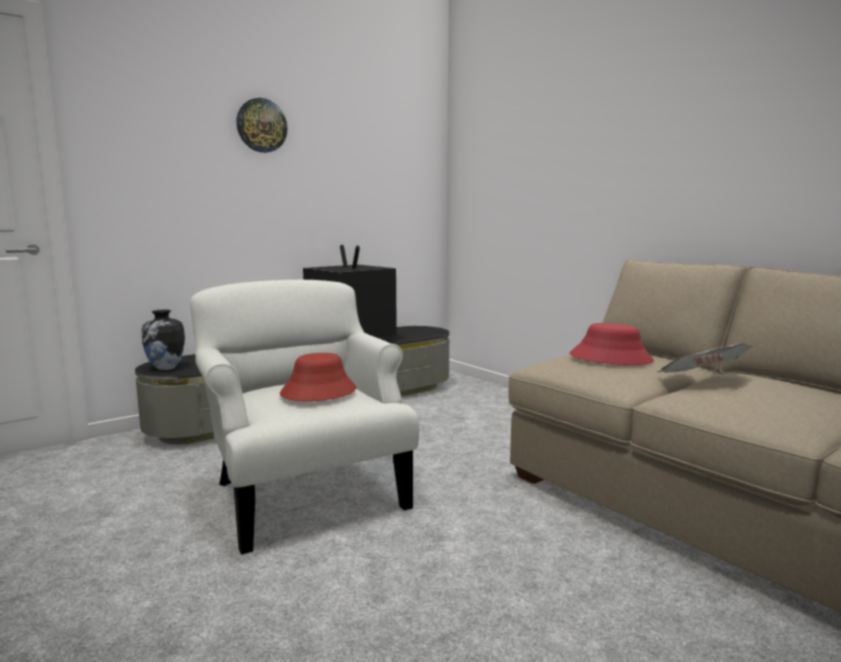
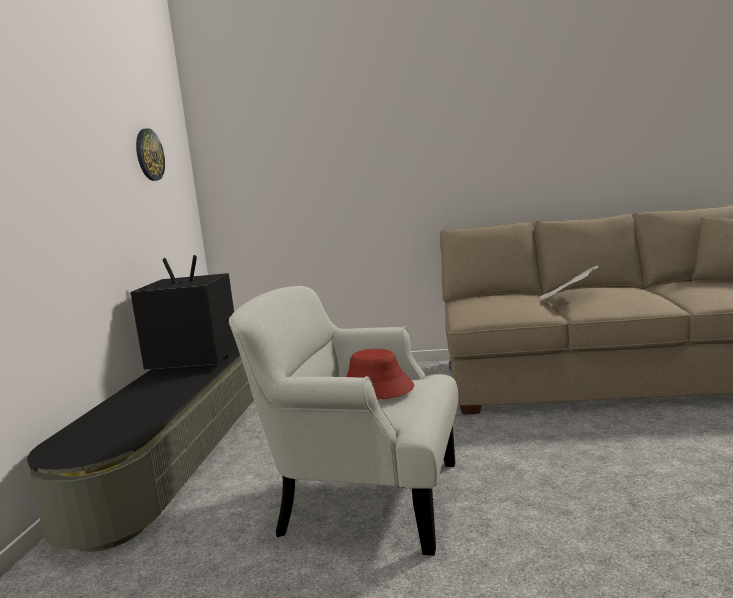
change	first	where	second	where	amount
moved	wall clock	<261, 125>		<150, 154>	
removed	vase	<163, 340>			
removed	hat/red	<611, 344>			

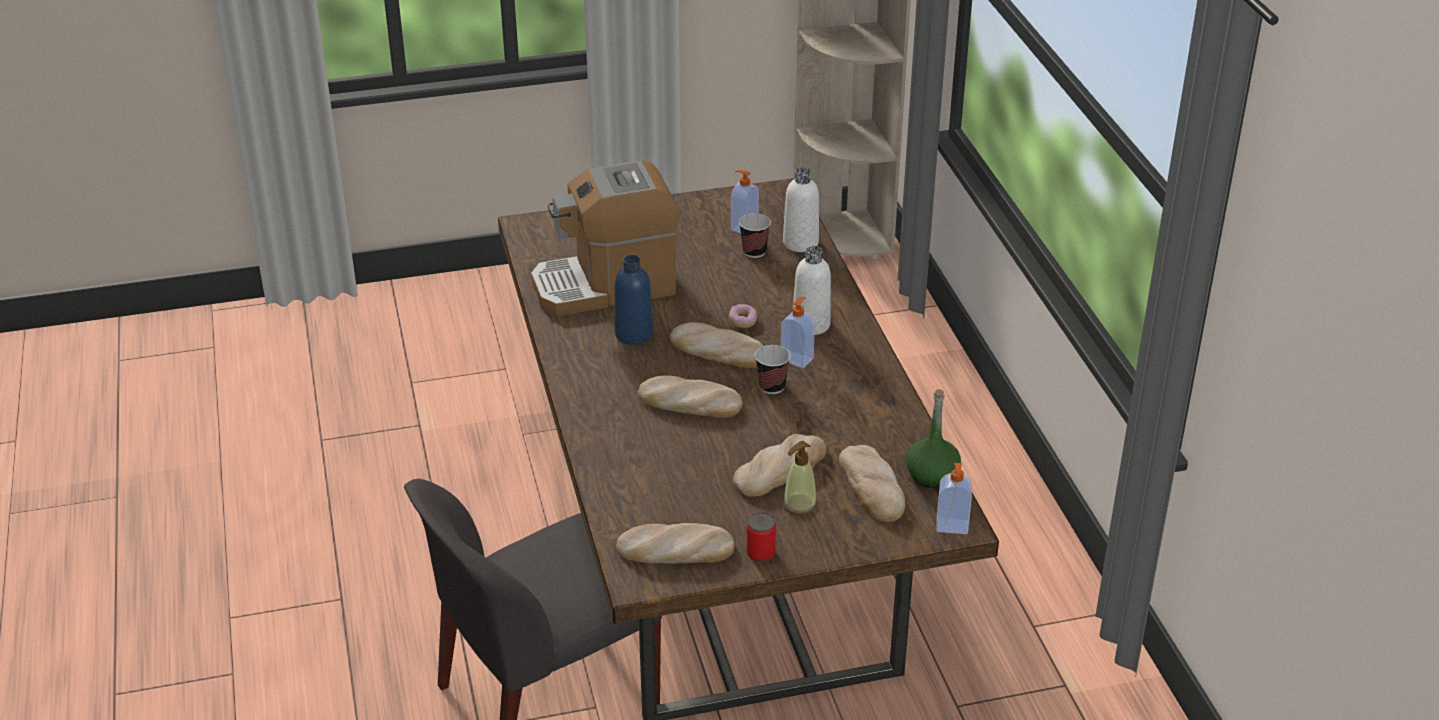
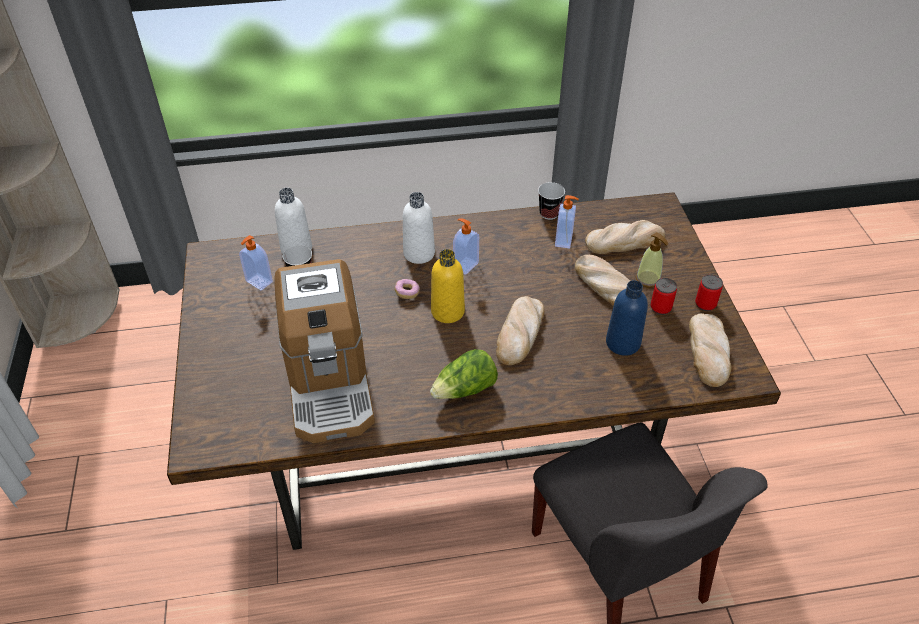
change	first	where	second	where	amount
added			lettuce	<464, 374>	
replaced	bread	<717, 345>	bottle/yellow	<448, 286>	
moved	cup	<773, 369>		<551, 201>	
moved	soap dispenser	<954, 498>		<567, 222>	
moved	bottle/blue	<634, 300>		<627, 318>	
added			can	<663, 296>	
removed	bottle/green	<933, 438>			

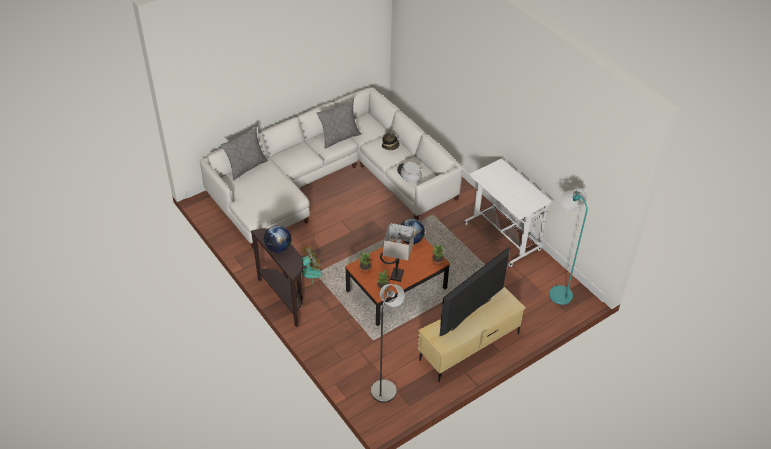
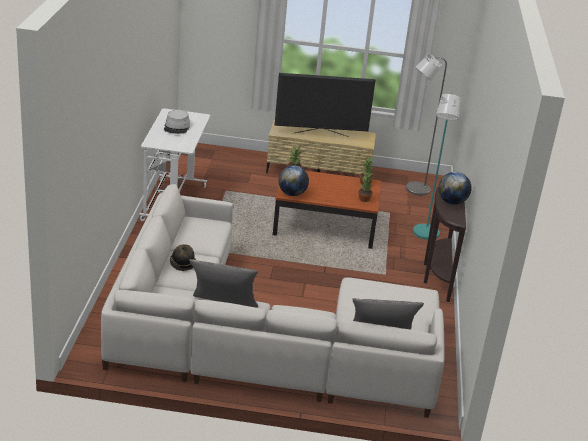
change	first	where	second	where	amount
moved	hat/grey	<409, 172>		<177, 121>	
moved	floor lamp/turquoise	<568, 247>		<436, 166>	
removed	fan	<309, 266>			
removed	table lamp	<397, 252>			

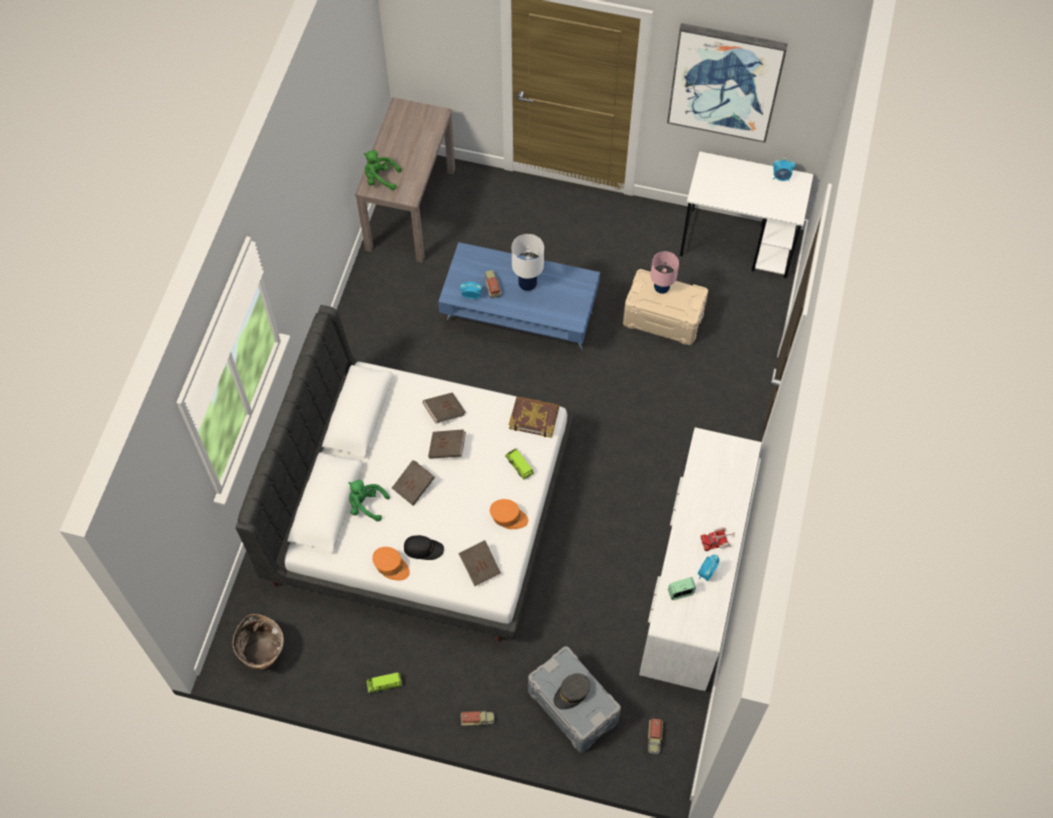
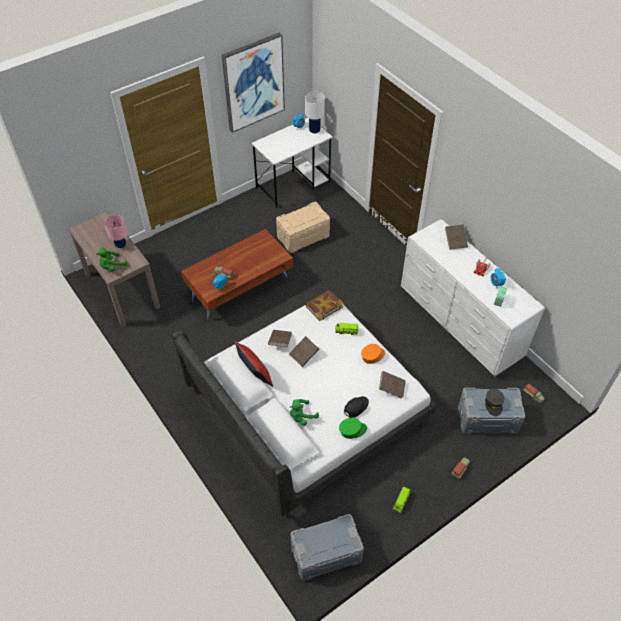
change	first	where	second	where	amount
moved	table lamp/pink	<664, 272>		<115, 231>	
recoloured	coffee table/blue	<519, 296>	coffee table/brown	<237, 275>	
added			pillow/red	<254, 363>	
replaced	basket	<258, 642>	storage box/grey	<327, 547>	
moved	table lamp/white	<528, 262>		<315, 112>	
recoloured	cap/orange	<391, 564>	cap/green	<353, 428>	
moved	book/brown	<413, 483>		<456, 237>	

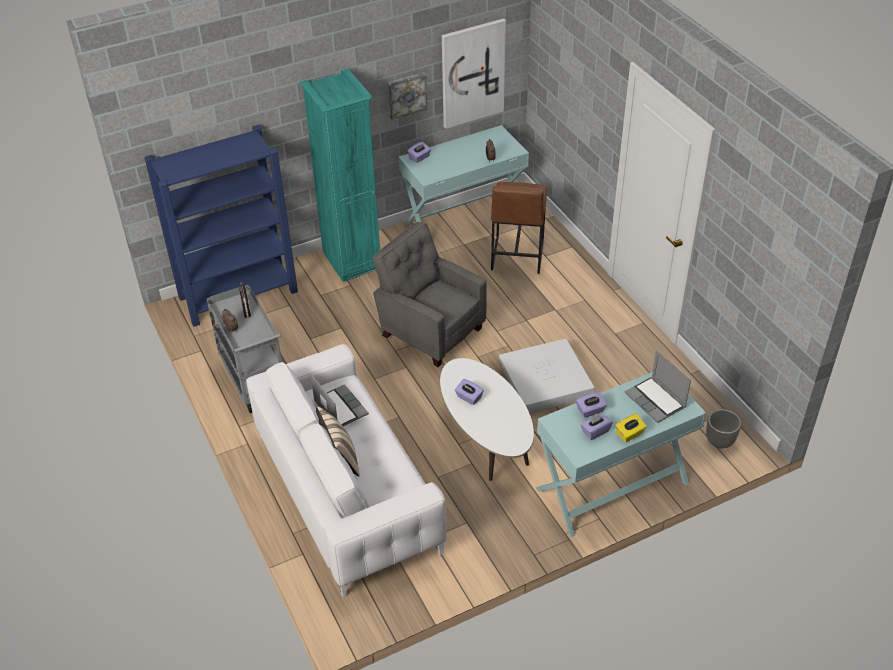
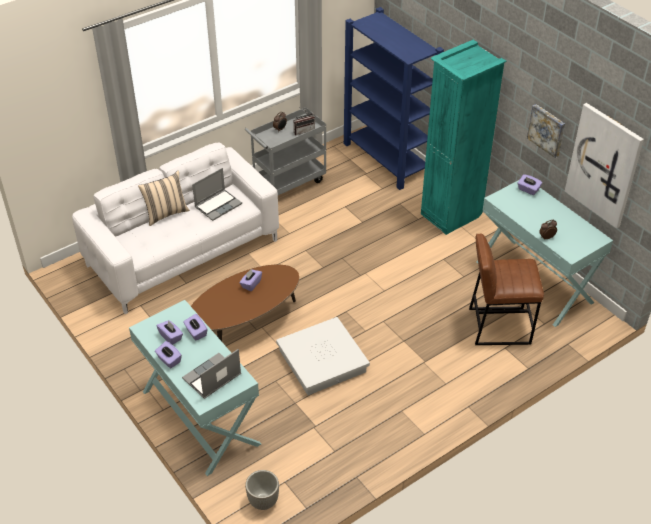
change	first	where	second	where	amount
recoloured	tissue box/yellow	<631, 428>	tissue box/purple	<168, 354>	
recoloured	coffee table/white	<487, 419>	coffee table/brown	<245, 303>	
removed	armchair/grey	<429, 294>			

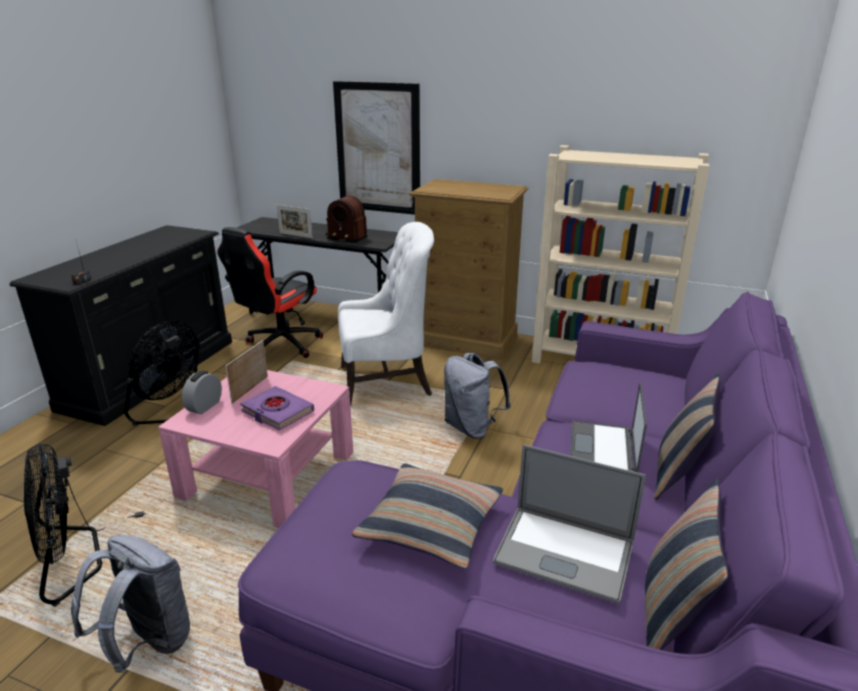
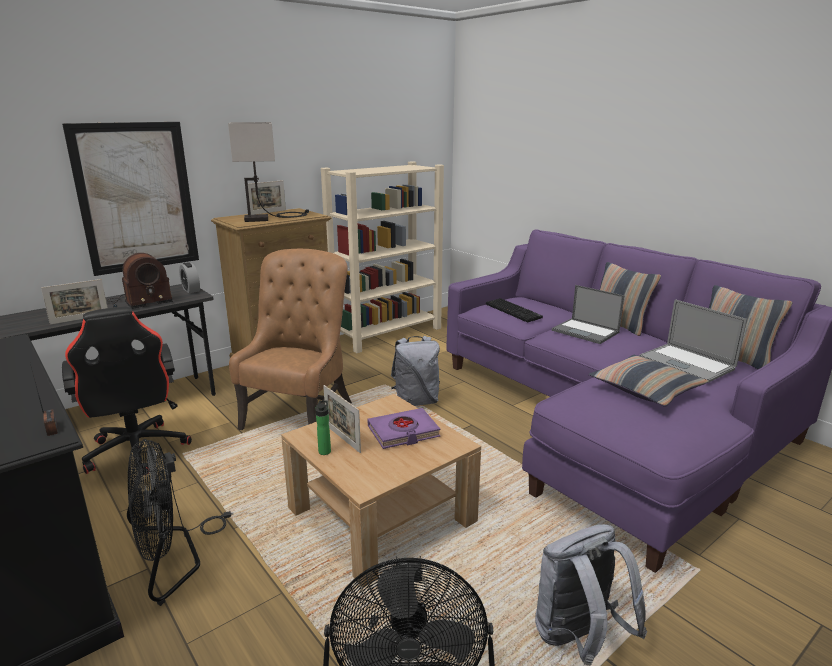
change	first	where	second	where	amount
moved	alarm clock	<202, 392>		<189, 277>	
added			table lamp	<268, 172>	
recoloured	chair/white	<386, 313>	chair/brown	<290, 339>	
added			picture frame	<267, 197>	
recoloured	coffee table/pink	<255, 449>	coffee table/brown	<381, 490>	
added			bottle	<323, 427>	
added			keyboard	<514, 310>	
turned	laptop	<569, 524>		<693, 341>	90 degrees clockwise

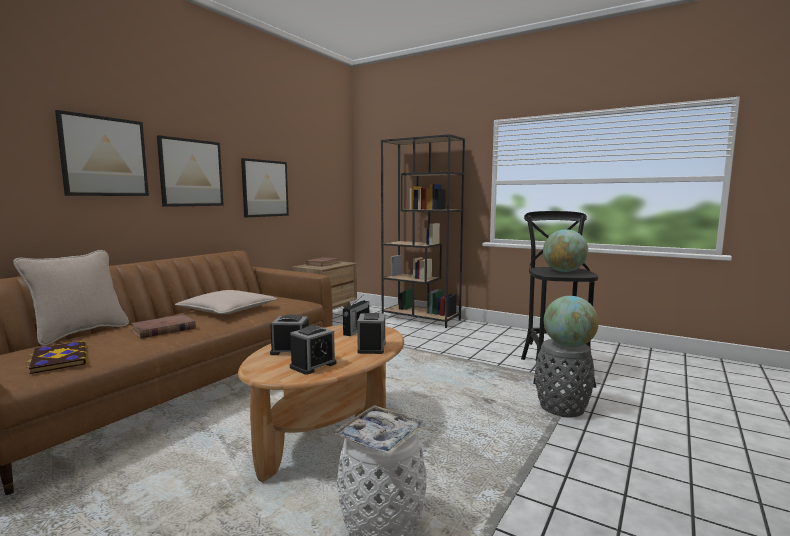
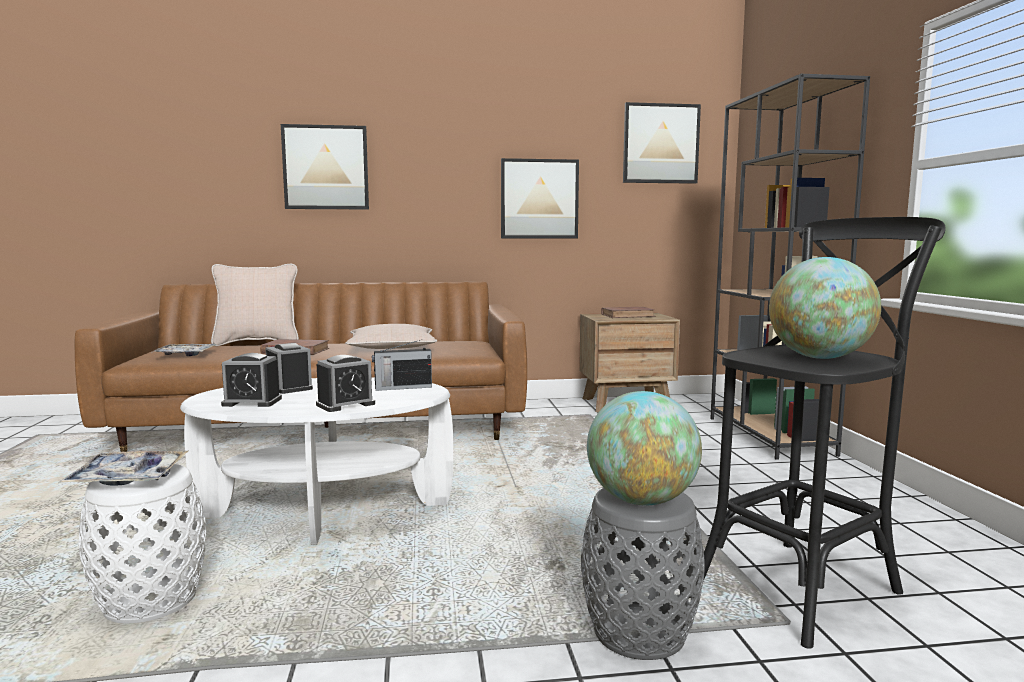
change	first	where	second	where	amount
replaced	book	<56, 357>	tray	<183, 350>	
recoloured	coffee table/brown	<321, 404>	coffee table/white	<316, 461>	
moved	picture	<190, 171>		<662, 143>	

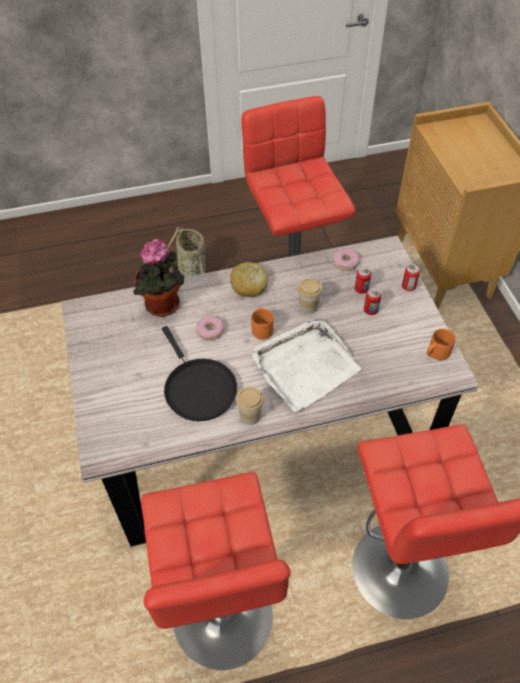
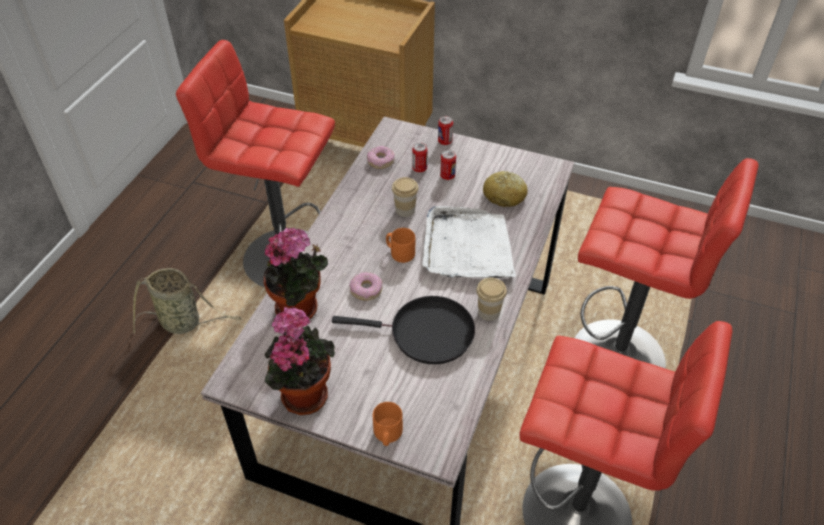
change	first	where	second	where	amount
added			potted plant	<300, 361>	
moved	mug/orange	<441, 344>		<388, 424>	
moved	bread	<249, 279>		<505, 189>	

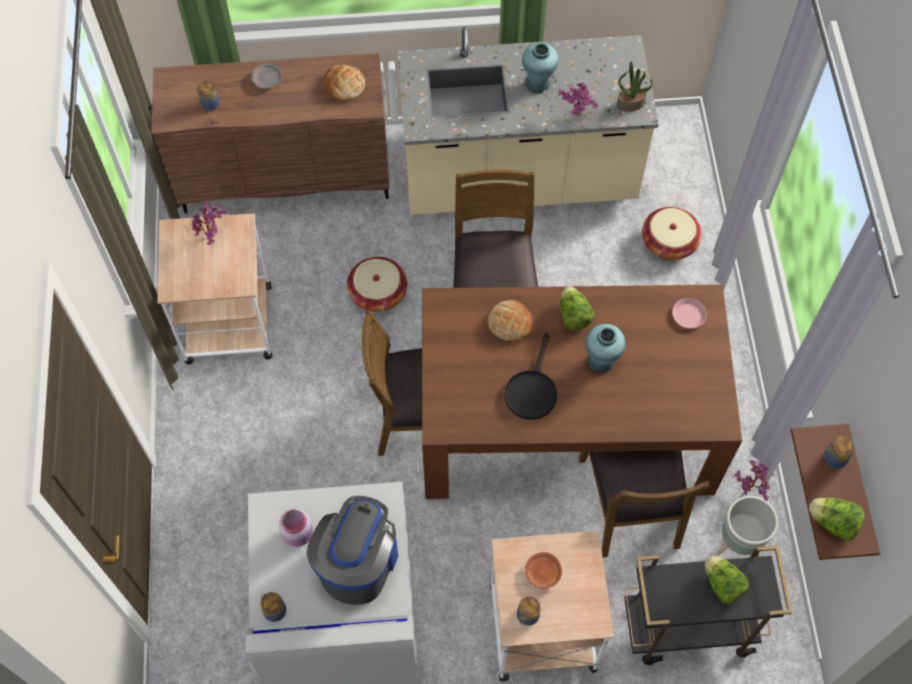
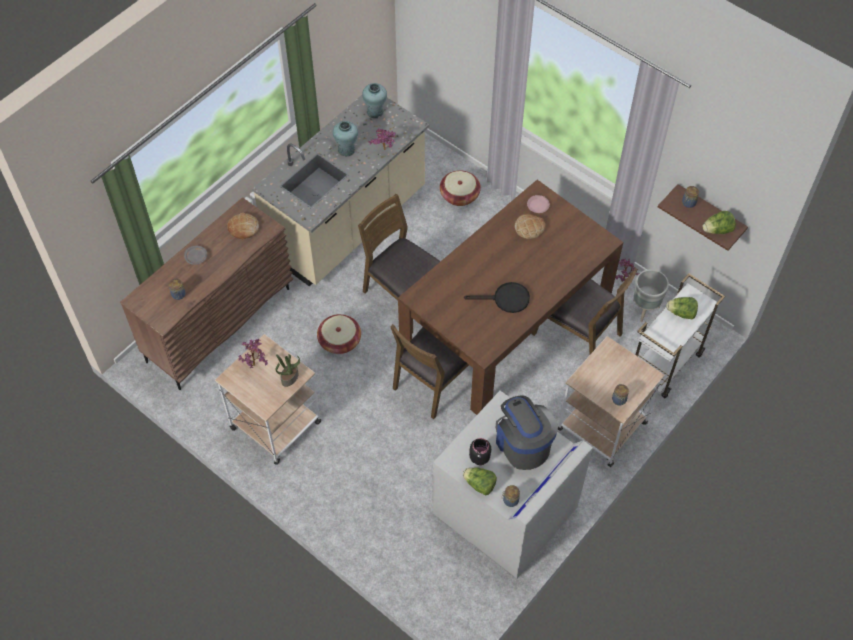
change	first	where	second	where	amount
moved	potted plant	<634, 86>		<287, 370>	
moved	vase/turquoise	<605, 348>		<374, 100>	
moved	lettuce	<577, 308>		<480, 481>	
turned	frying pan/black	<530, 376>		<497, 297>	60 degrees counterclockwise
recoloured	jar/pink	<296, 528>	jar/black	<480, 451>	
moved	bread	<510, 320>		<530, 226>	
recoloured	cart/black	<708, 605>	cart/white	<680, 335>	
removed	plate/brown	<543, 570>			

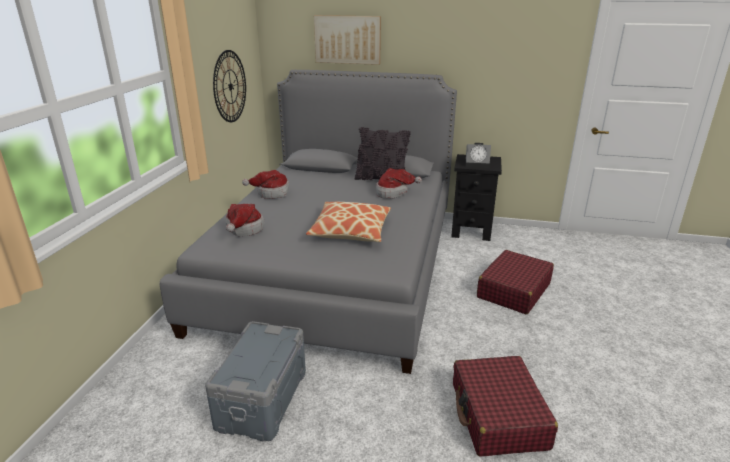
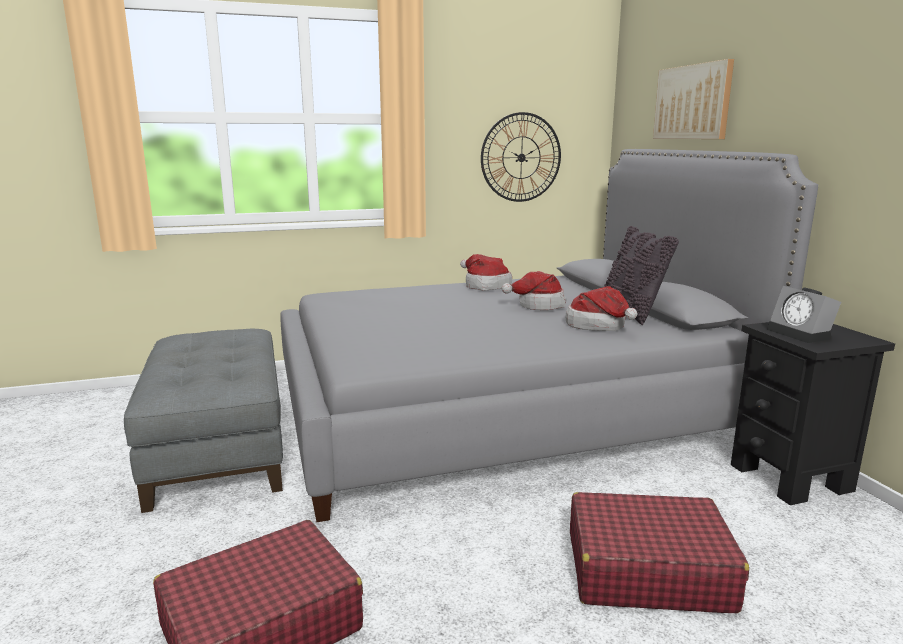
change	first	where	second	where	amount
replaced	storage box/grey	<255, 381>	ottoman/grey	<203, 421>	
moved	hat	<245, 220>		<534, 290>	
removed	pillow	<348, 222>			

